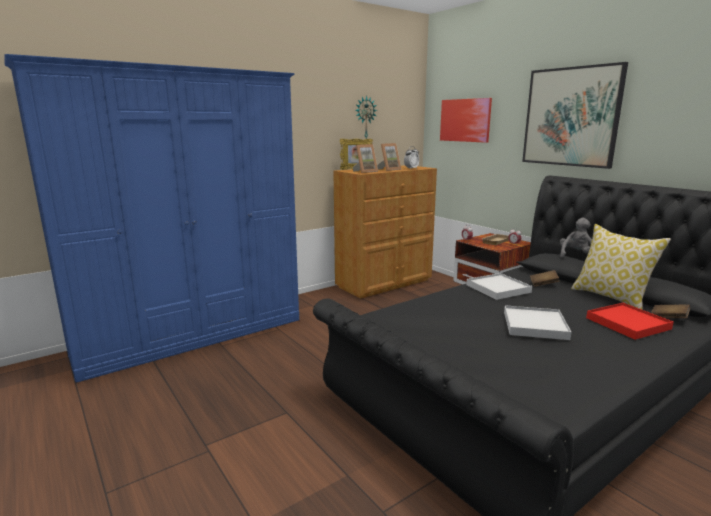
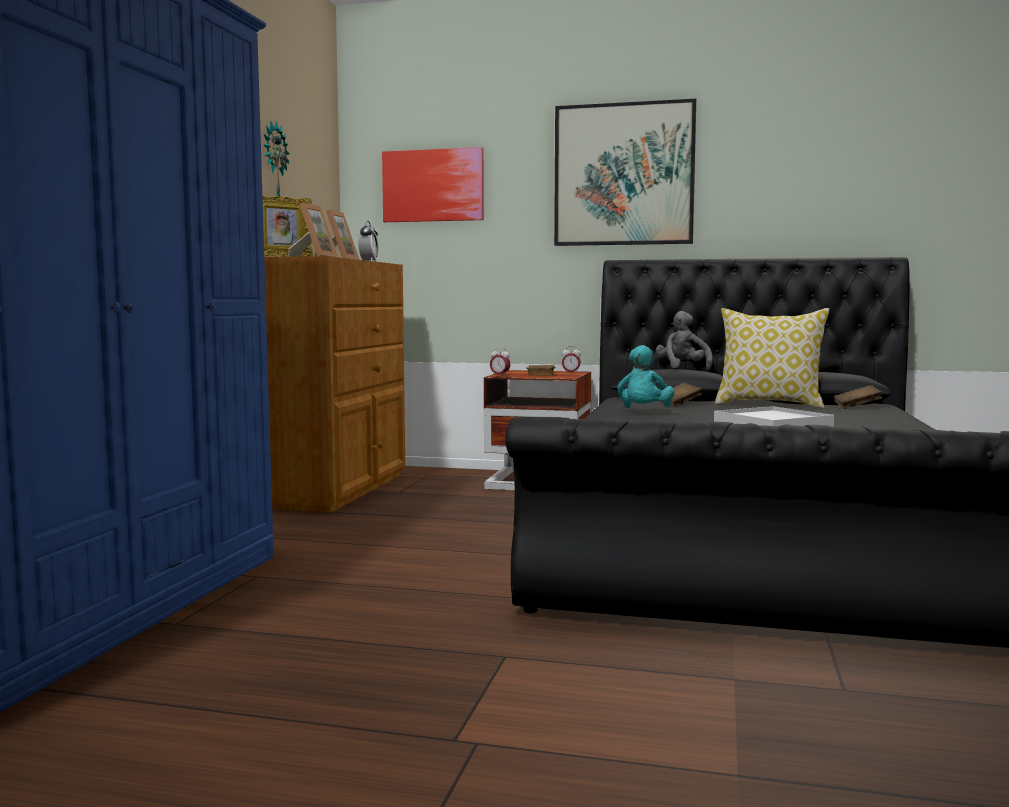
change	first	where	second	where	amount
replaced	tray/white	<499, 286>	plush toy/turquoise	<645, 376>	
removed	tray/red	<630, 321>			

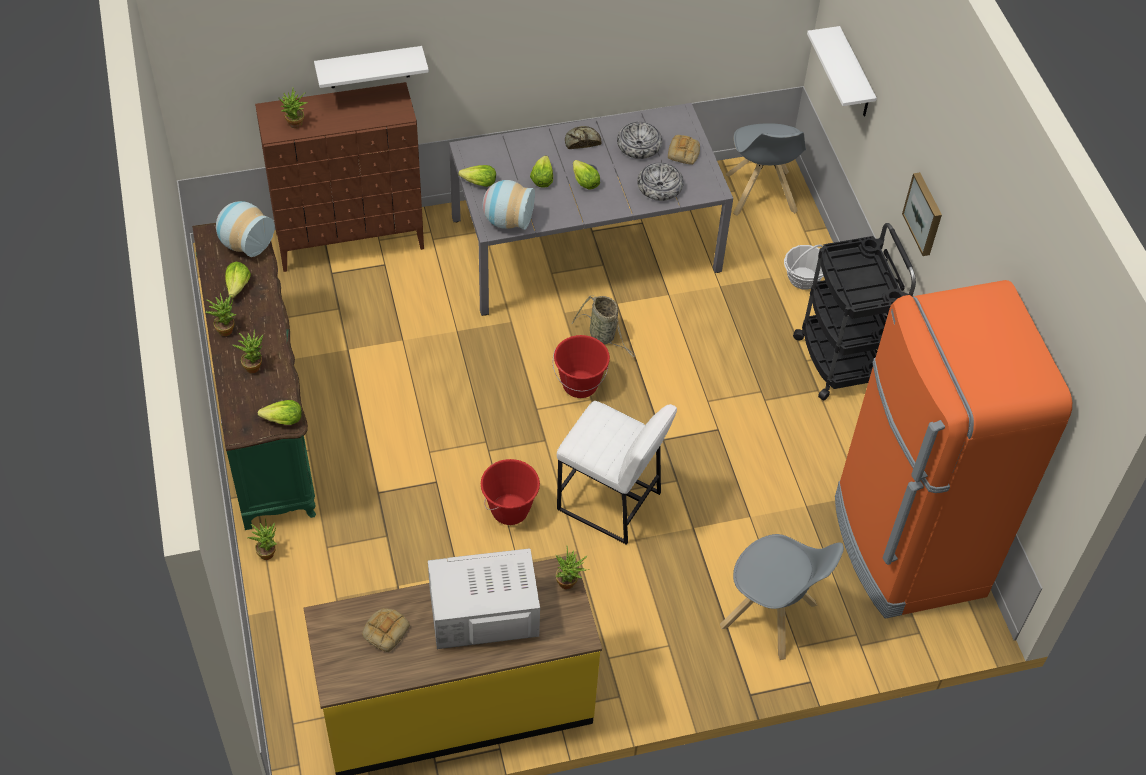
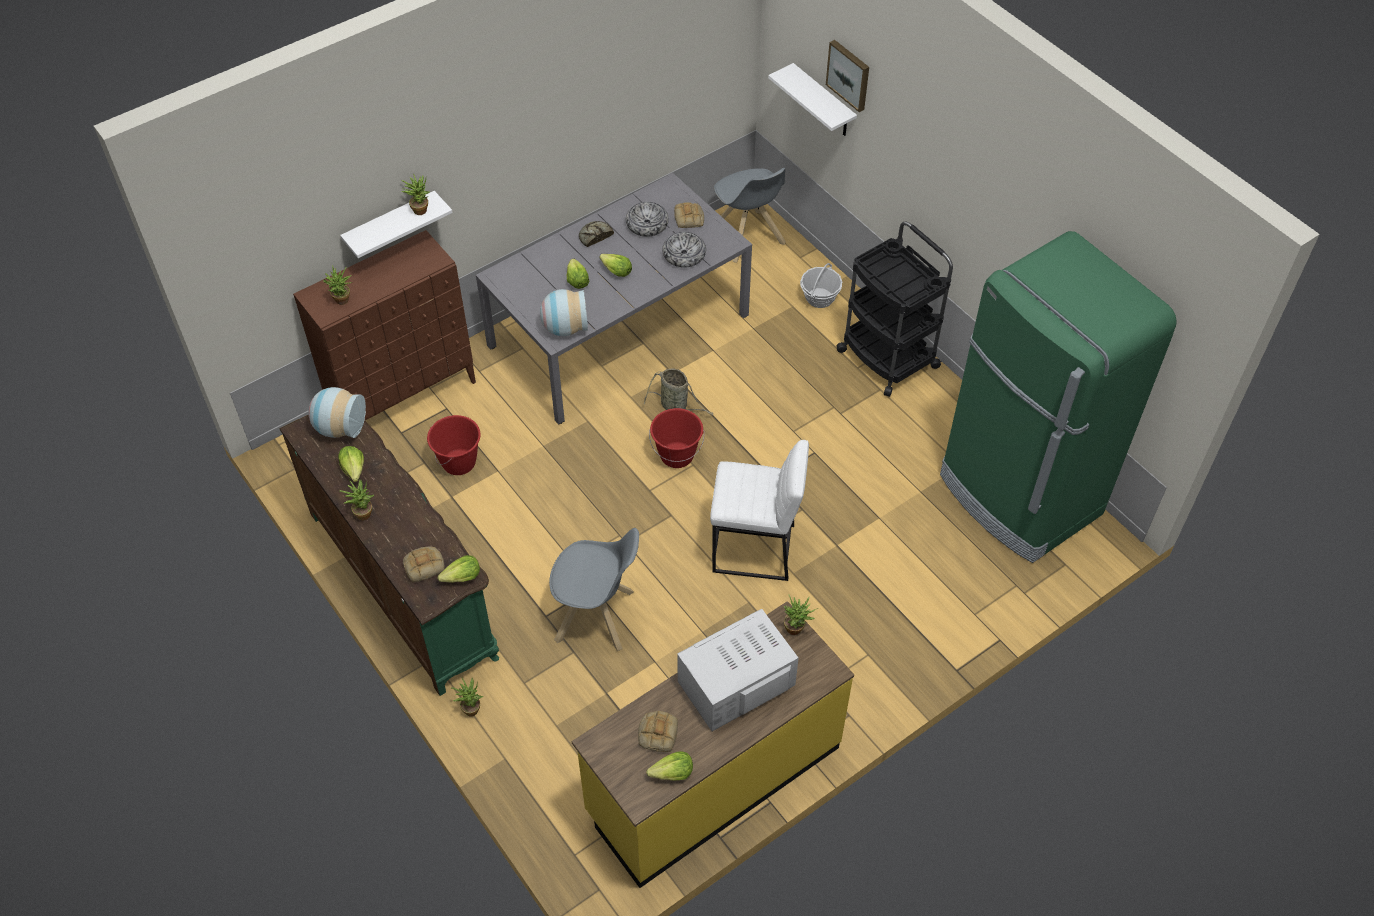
change	first	where	second	where	amount
moved	potted plant	<248, 351>		<415, 194>	
added			bread	<424, 564>	
moved	bucket/red	<510, 492>		<454, 445>	
moved	chair/grey	<782, 597>		<594, 589>	
moved	lettuce	<477, 176>		<669, 766>	
moved	picture	<922, 214>		<847, 76>	
recoloured	fridge/orange	<953, 449>	fridge/green	<1058, 397>	

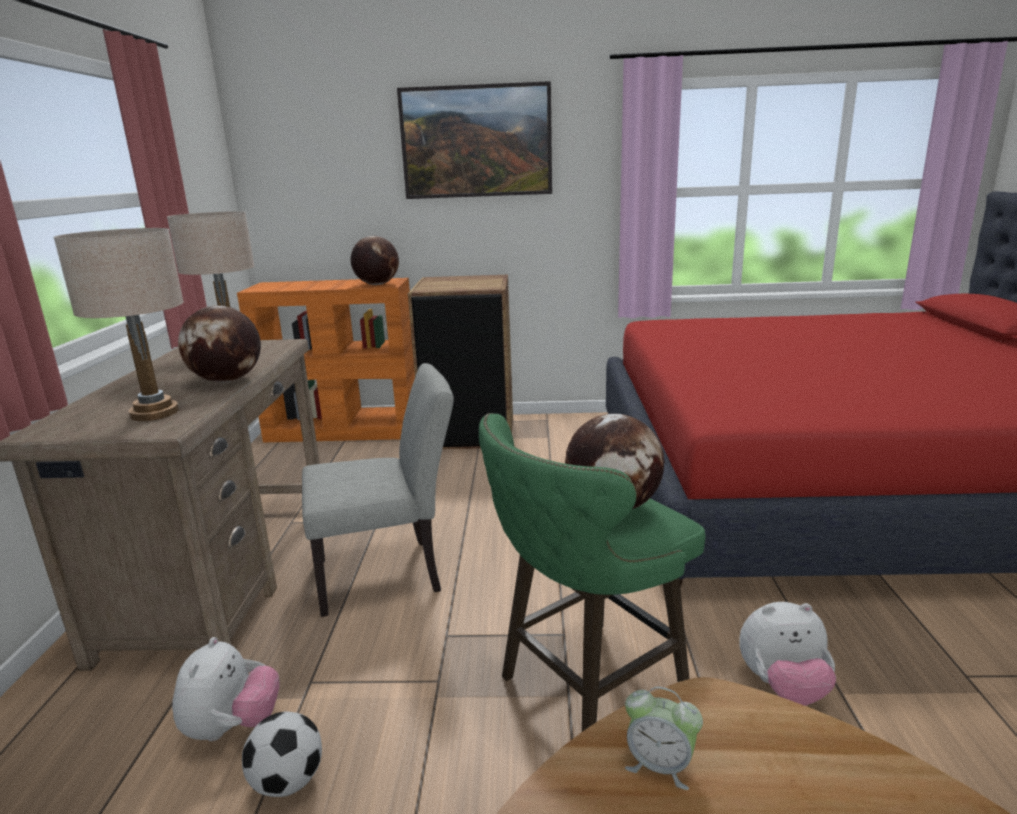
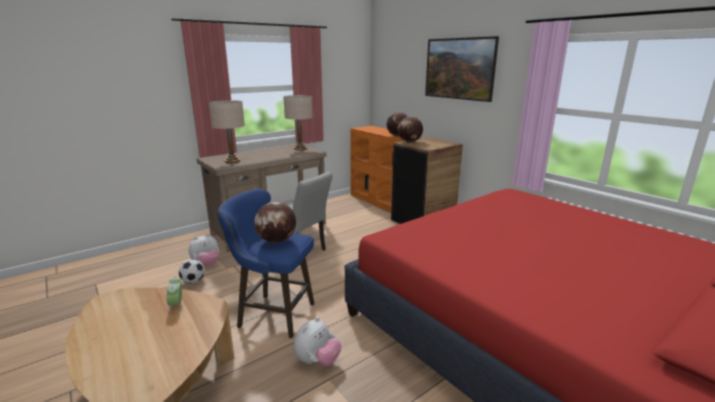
change	first	where	second	where	amount
recoloured	stool/green	<592, 572>	stool/blue	<266, 263>	
turned	plush toy	<787, 654>		<317, 341>	105 degrees counterclockwise
moved	globe	<219, 343>		<410, 129>	

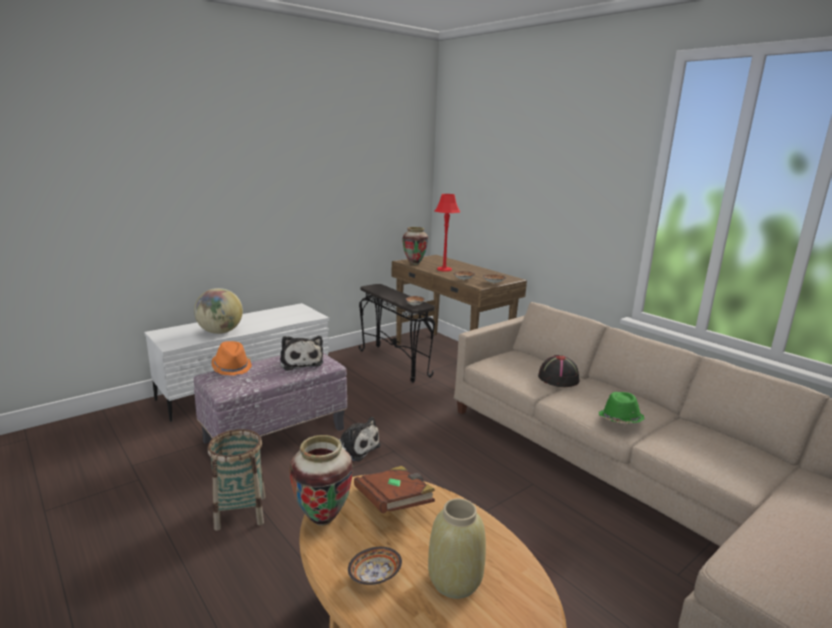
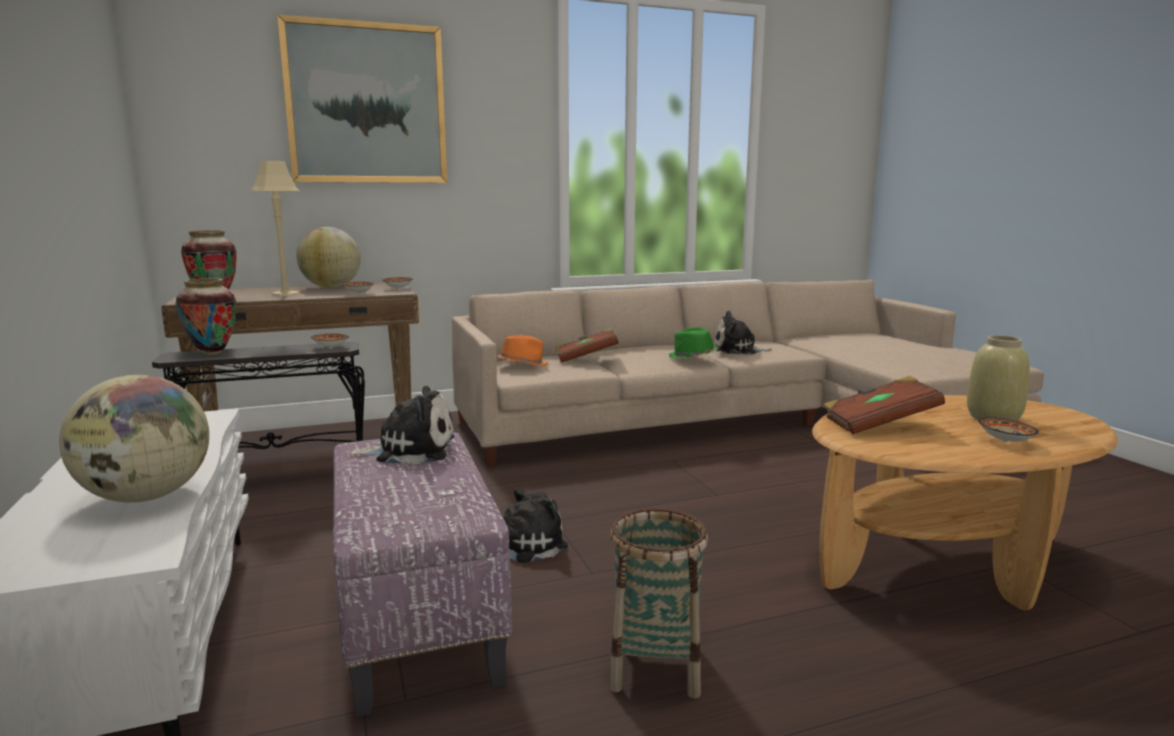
change	first	where	second	where	amount
moved	vase	<321, 480>		<206, 316>	
recoloured	table lamp/red	<447, 233>	table lamp/beige	<275, 228>	
added			picture	<362, 98>	
added			globe	<329, 257>	
moved	hat/orange	<232, 358>		<522, 350>	
replaced	hat/black	<559, 371>	book/brown	<587, 345>	
added			plush toy	<743, 333>	

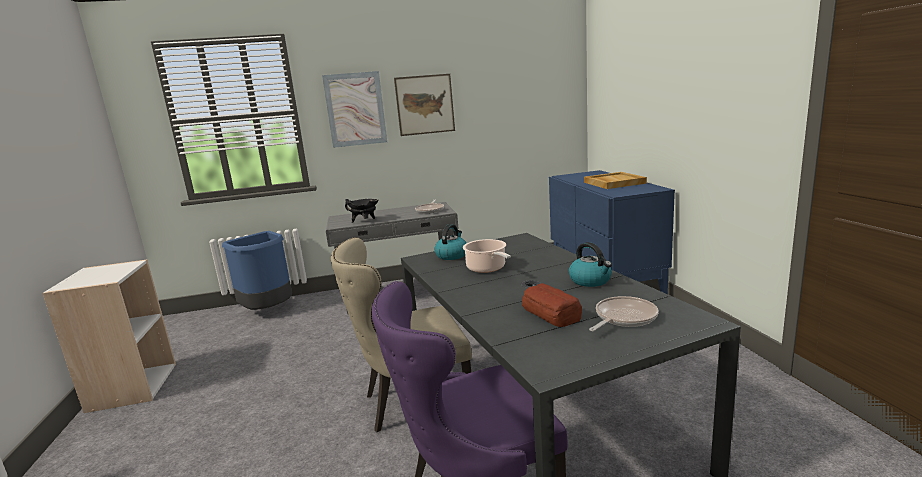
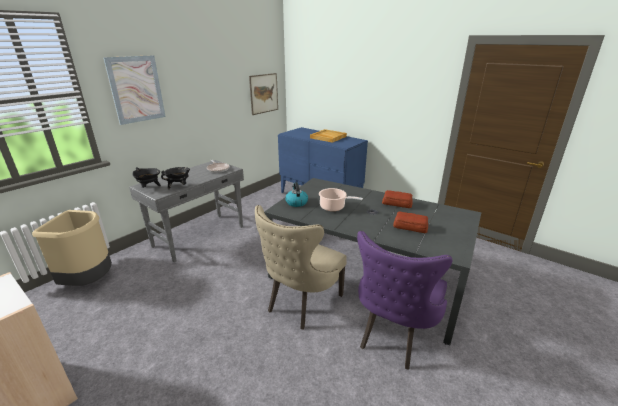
change	first	where	second	where	amount
recoloured	trash can/blue	<257, 270>	trash can/beige	<72, 248>	
added			cooking pot/black	<146, 177>	
moved	picture	<424, 105>		<263, 94>	
replaced	kettle	<590, 264>	bread	<397, 199>	
removed	frying pan	<623, 313>			

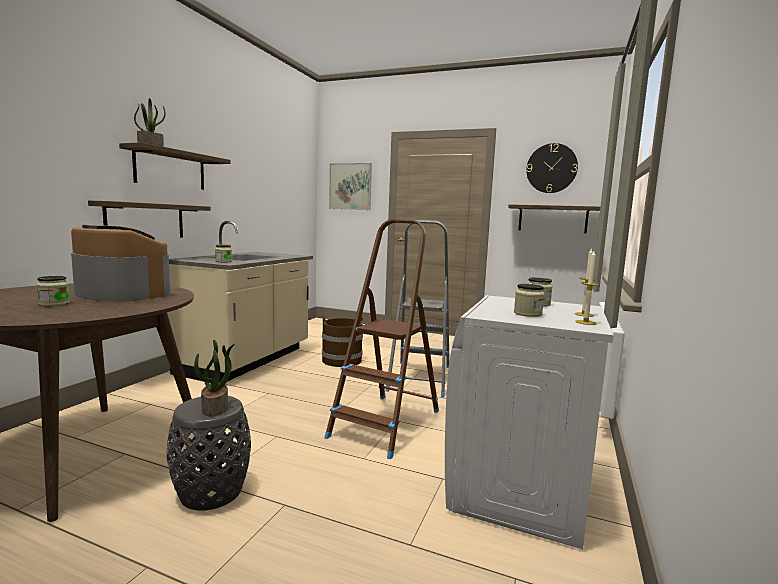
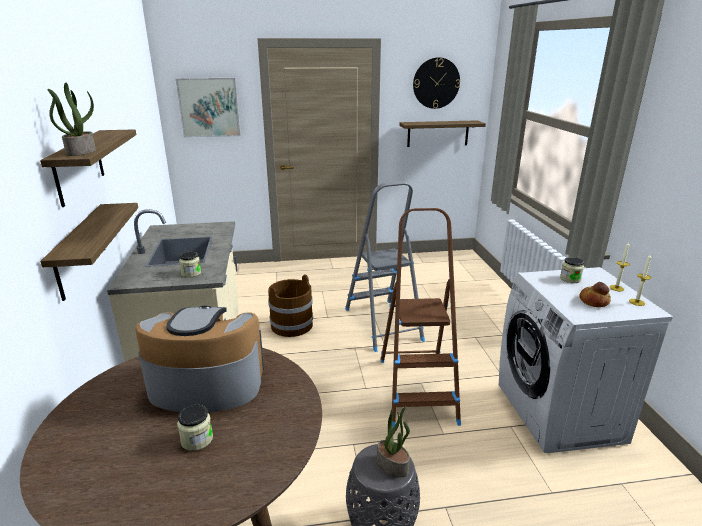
change	first	where	second	where	amount
replaced	jar	<529, 300>	bread	<595, 294>	

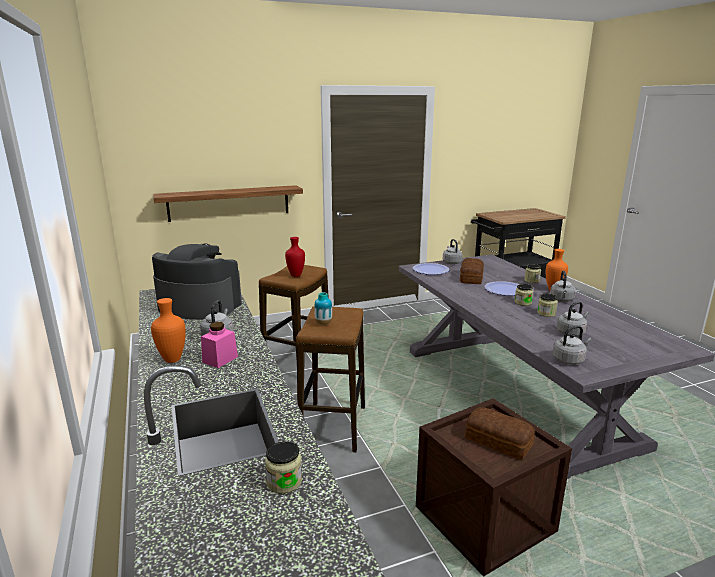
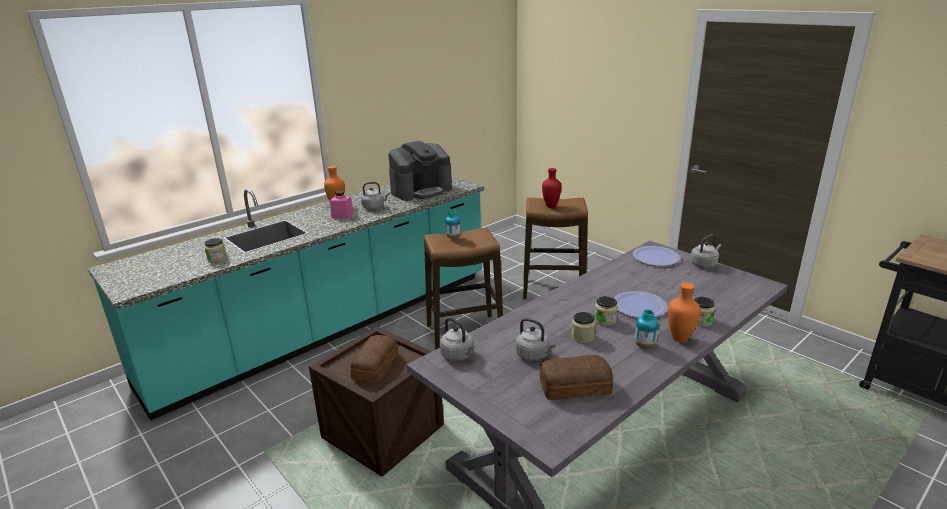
change	first	where	second	where	amount
turned	coffee machine	<197, 282>		<420, 171>	60 degrees clockwise
moved	bread	<472, 271>		<576, 377>	
replaced	kettle/grey	<563, 286>	vase	<647, 329>	
removed	shelf	<228, 203>			

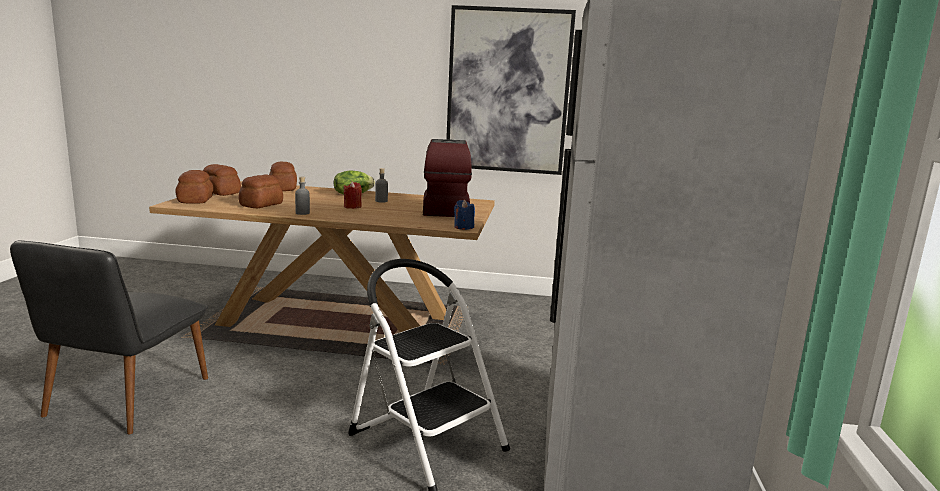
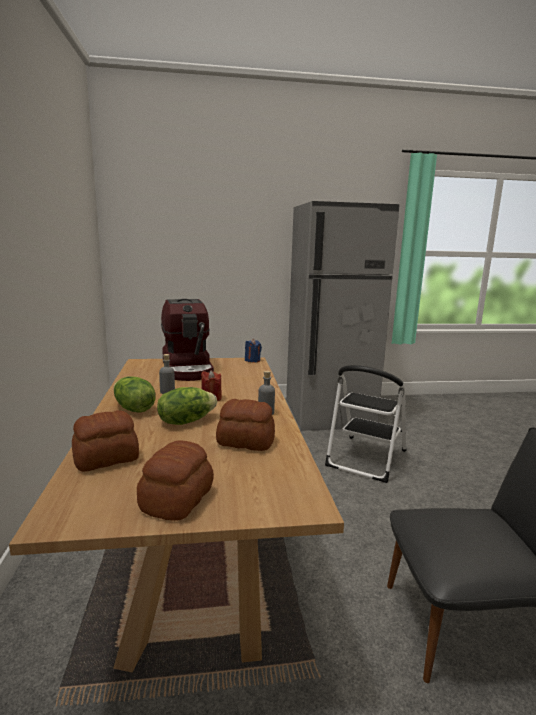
change	first	where	second	where	amount
added			lettuce	<187, 406>	
turned	coffee machine	<447, 178>		<187, 340>	90 degrees counterclockwise
removed	bread	<194, 187>			
removed	picture	<511, 90>			

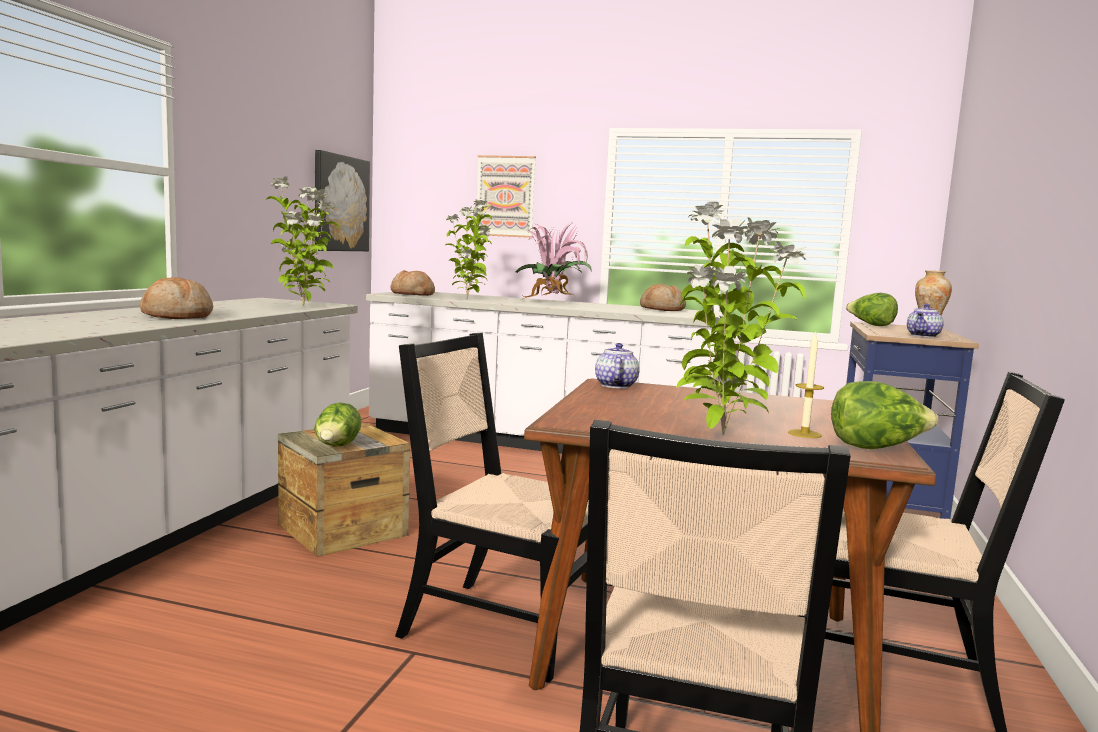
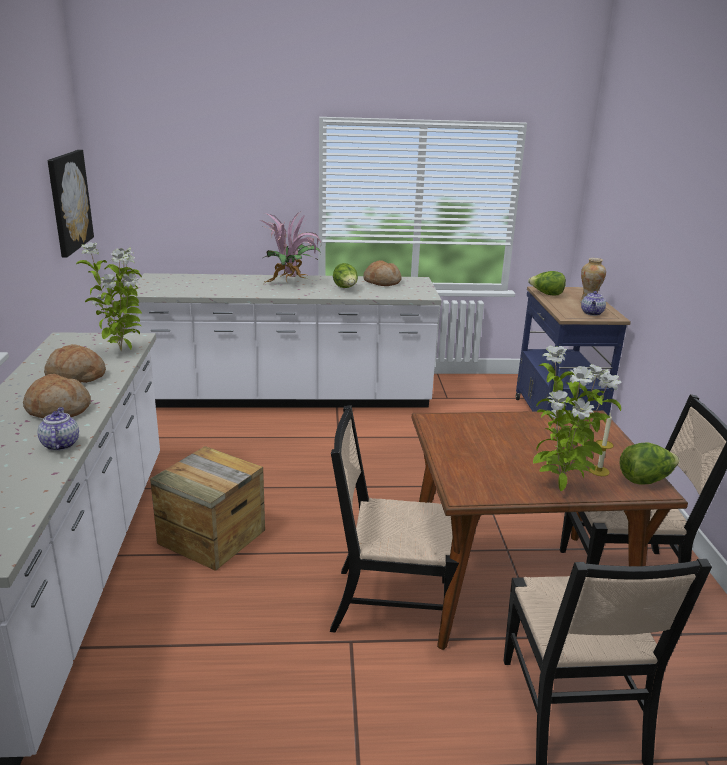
change	first	where	second	where	amount
moved	teapot	<617, 365>		<58, 429>	
moved	bread	<412, 283>		<75, 363>	
moved	lettuce	<338, 425>		<345, 275>	
removed	potted plant	<468, 248>			
removed	picture	<506, 196>			

